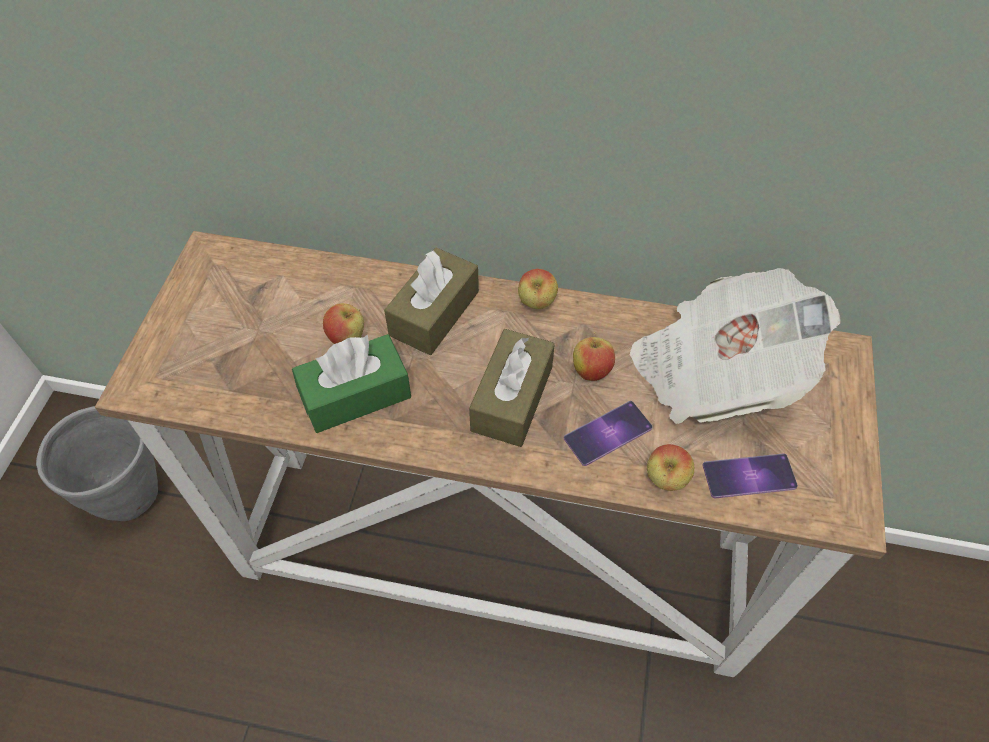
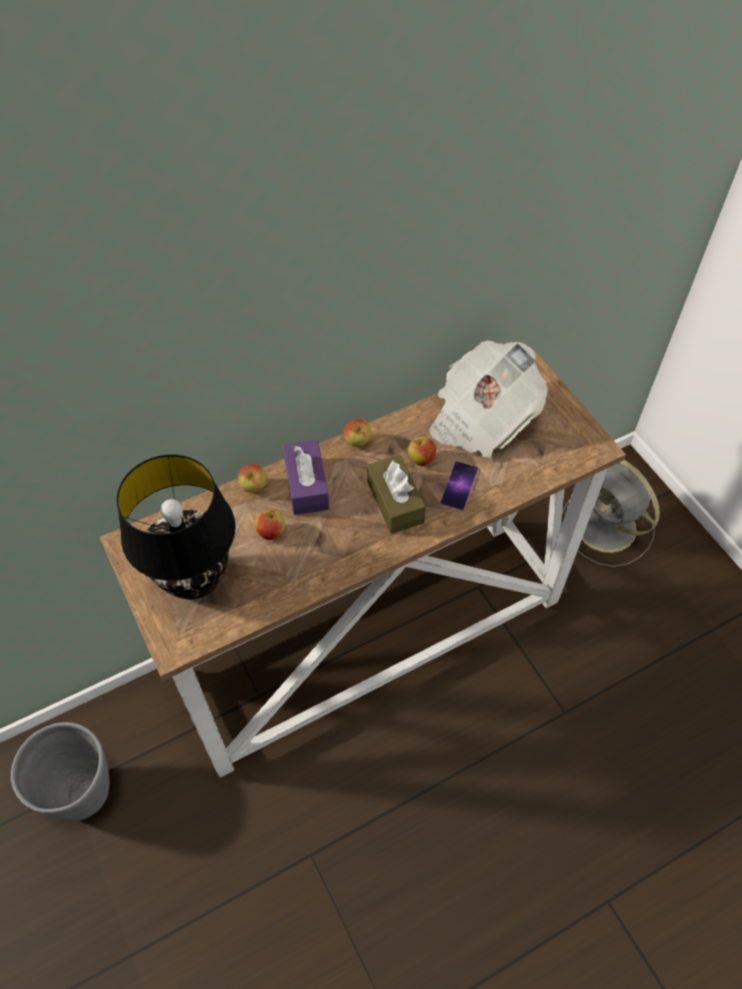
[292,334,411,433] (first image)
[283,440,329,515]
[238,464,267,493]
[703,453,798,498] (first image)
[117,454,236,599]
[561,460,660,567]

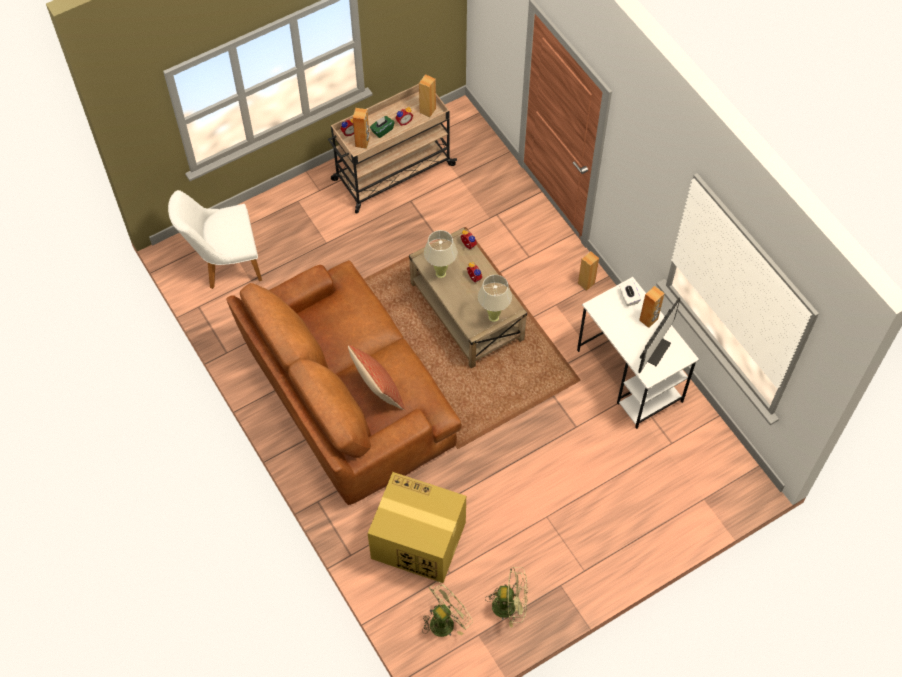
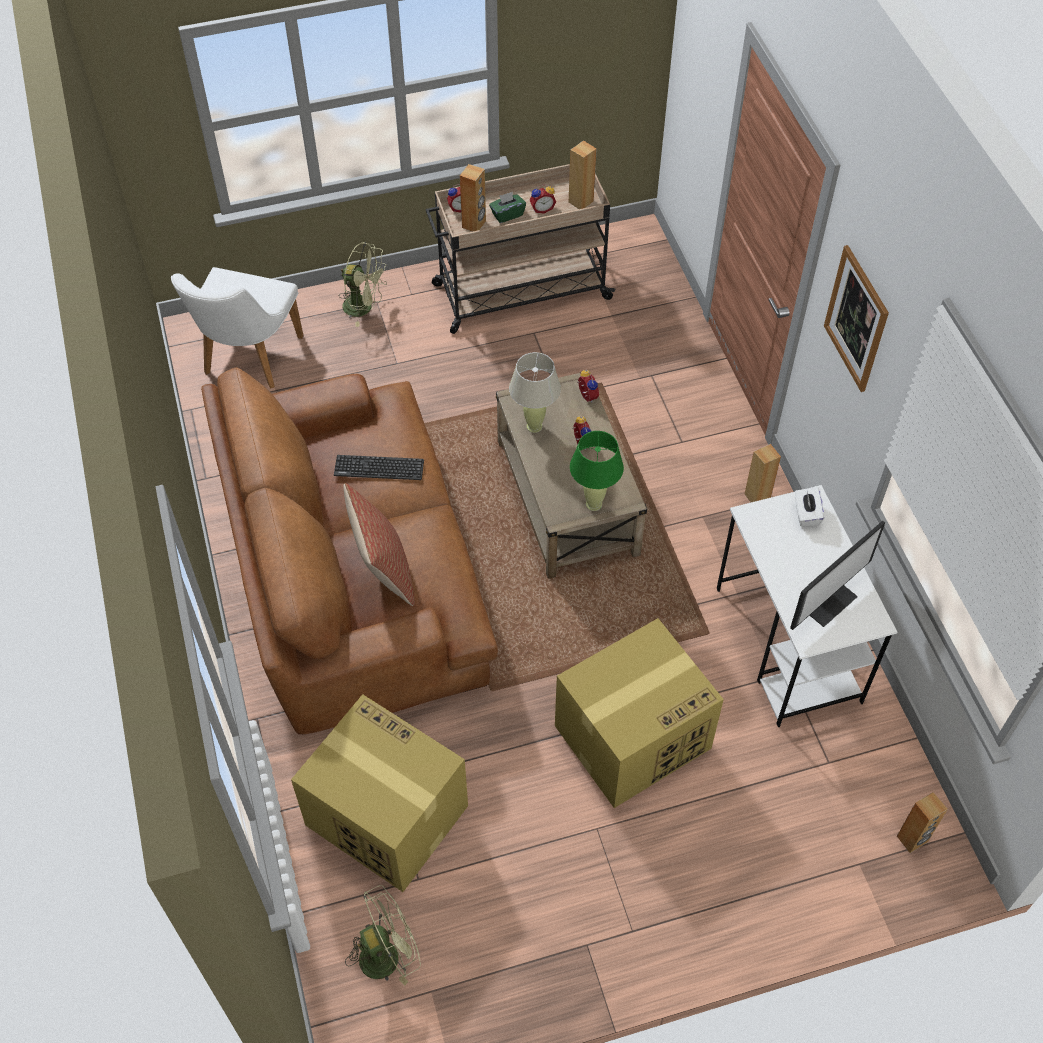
[171,267,304,389]
[570,431,624,511]
[339,242,387,327]
[897,792,948,853]
[334,455,424,480]
[555,618,724,808]
[824,245,889,392]

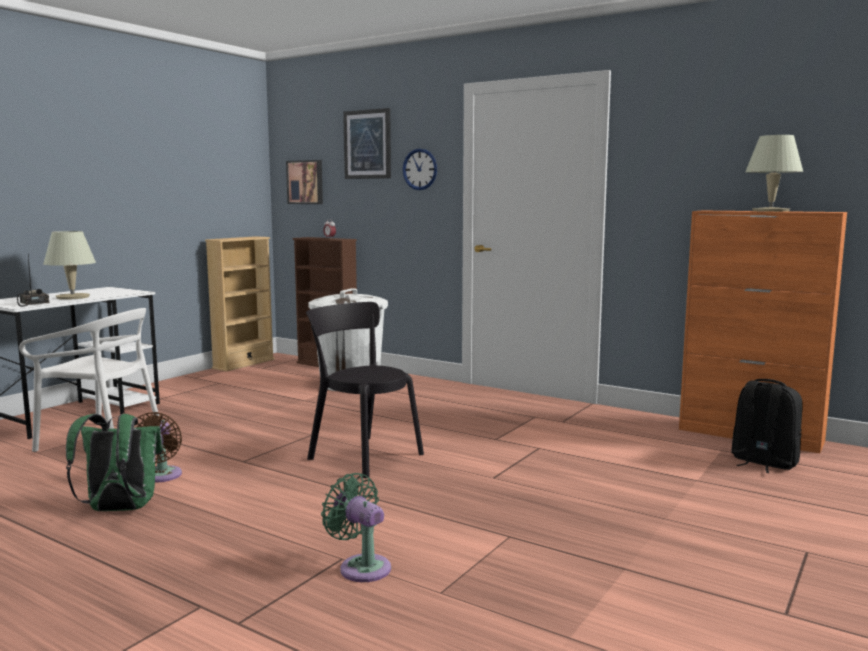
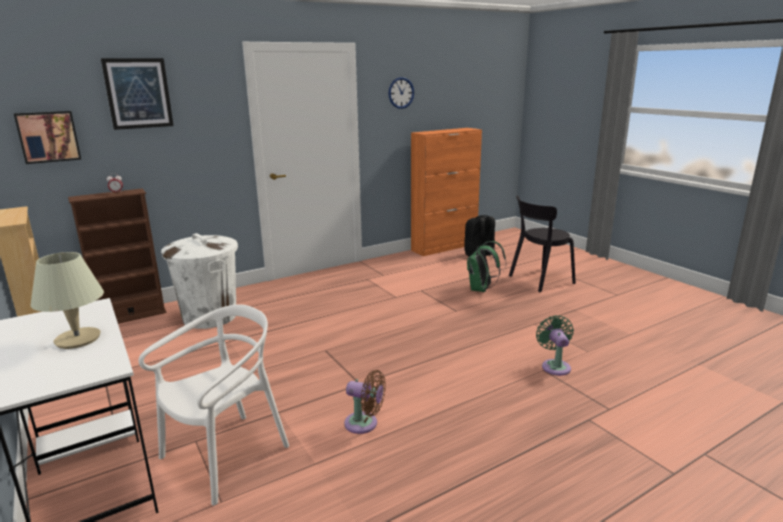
[17,255,49,307] (first image)
[467,241,506,292]
[509,195,576,292]
[536,315,574,376]
[388,77,414,109]
[745,135,803,212] (first image)

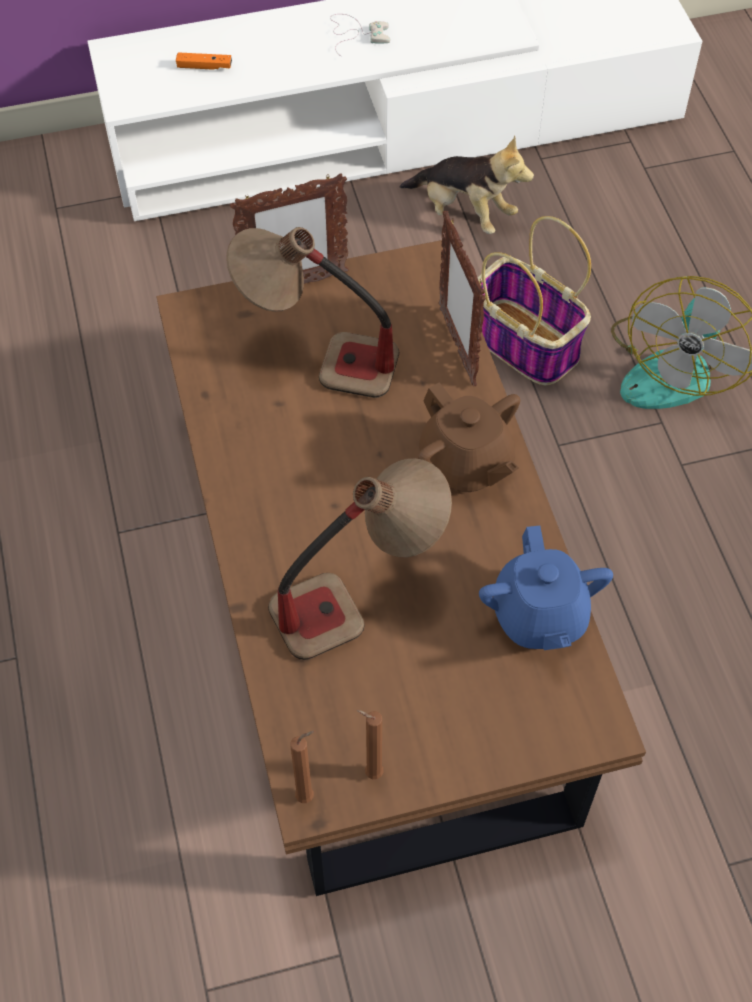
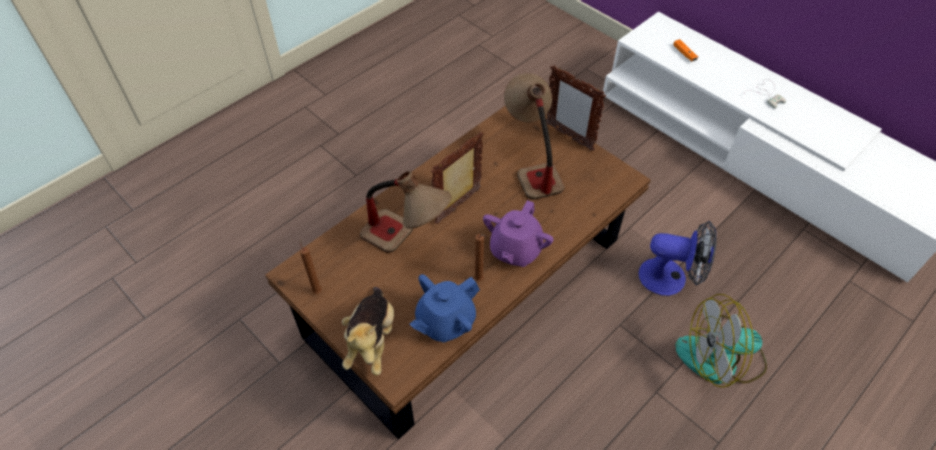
[474,234,487,281]
[342,287,394,376]
[483,200,554,267]
[431,132,483,224]
[639,221,717,296]

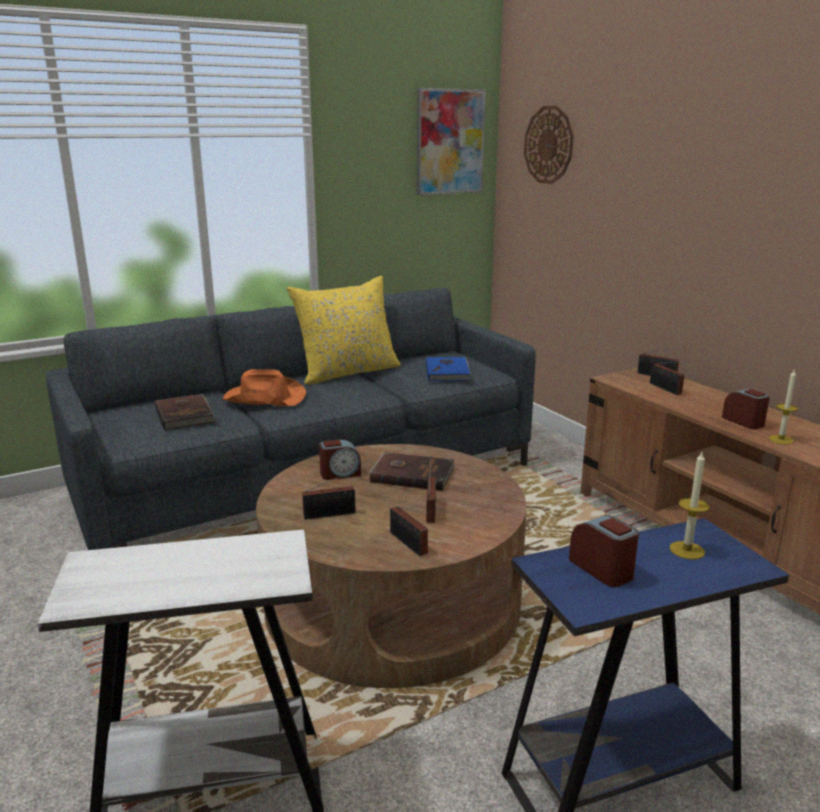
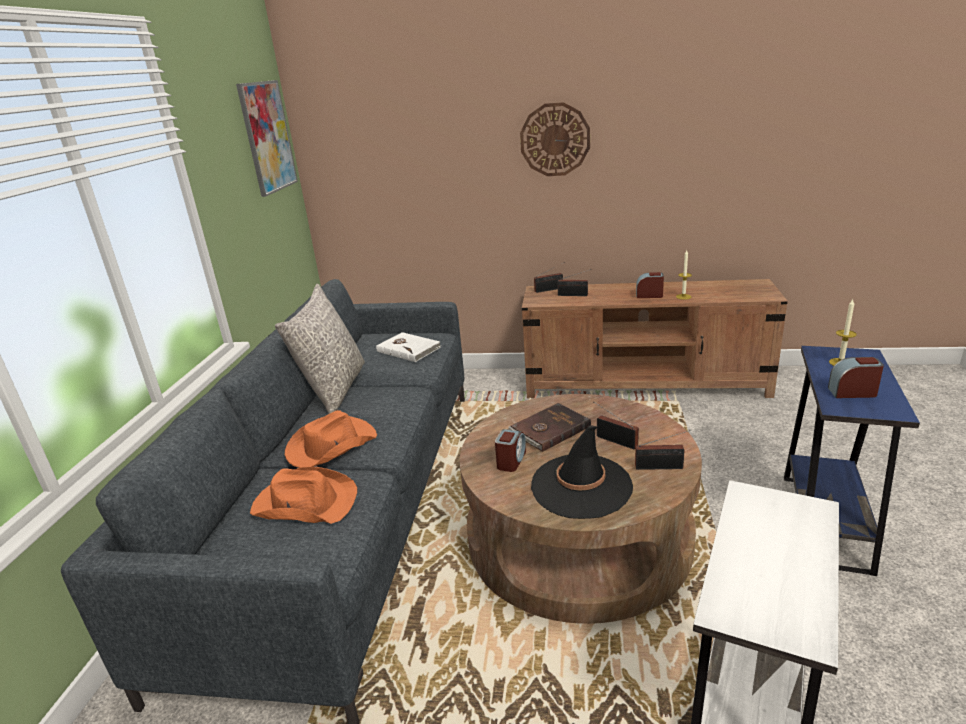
[250,467,357,524]
[275,284,365,414]
[531,425,633,519]
[376,332,441,362]
[520,102,590,176]

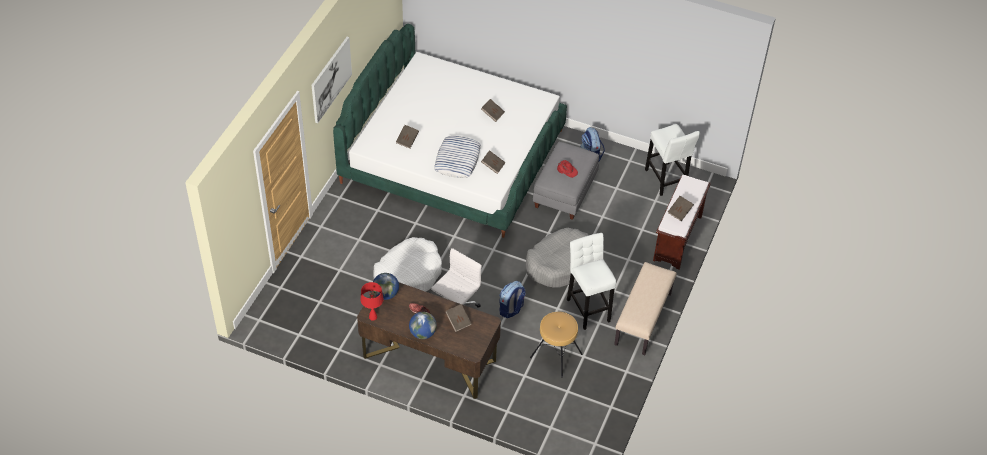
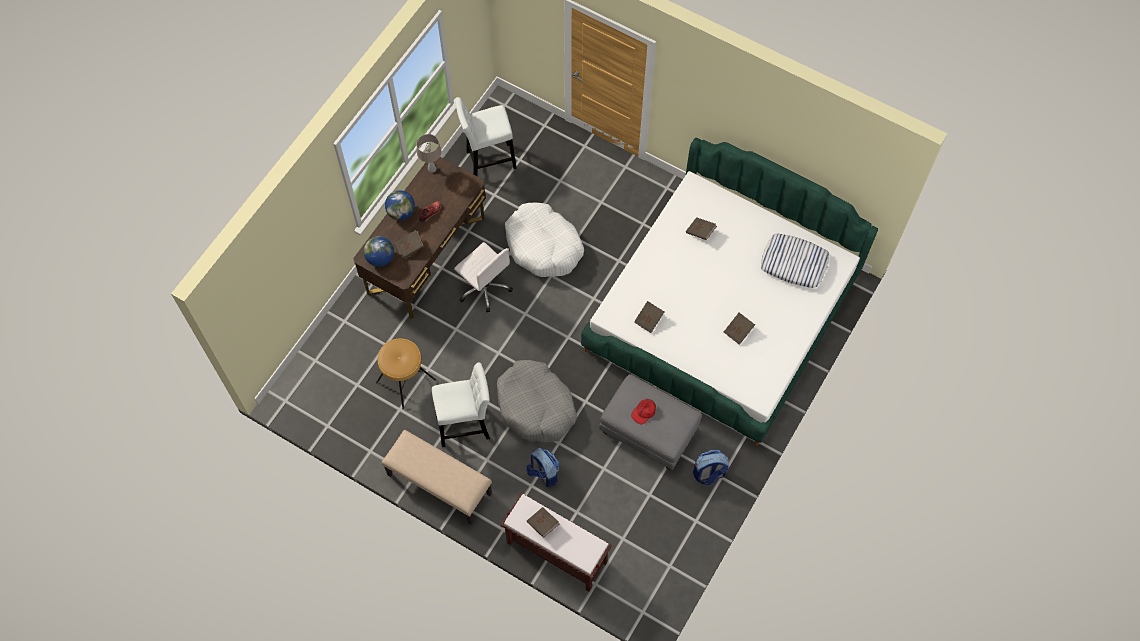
[312,37,352,123] (first image)
[417,134,442,173]
[364,236,394,267]
[761,233,829,288]
[526,448,559,487]
[455,97,517,176]

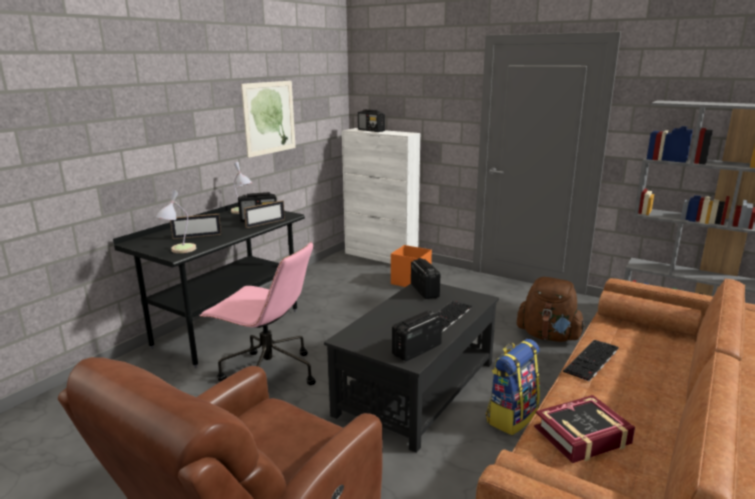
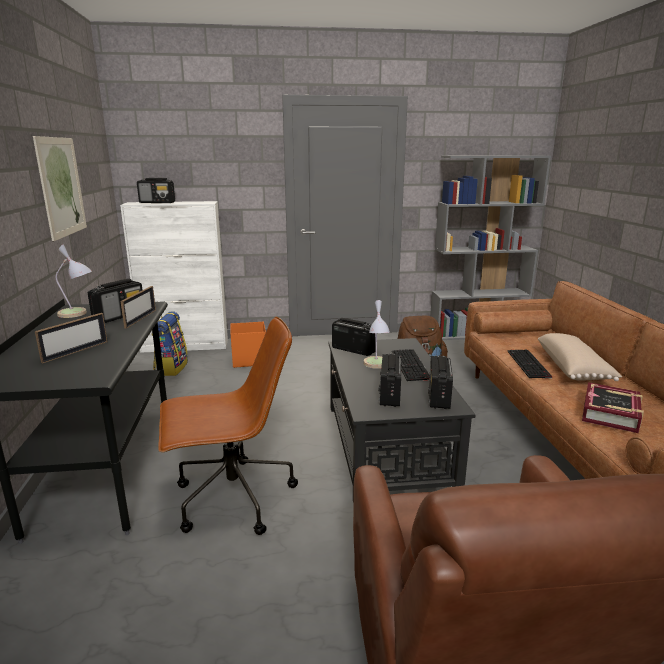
[364,300,390,369]
[158,317,298,535]
[151,311,188,376]
[378,354,401,407]
[538,333,622,381]

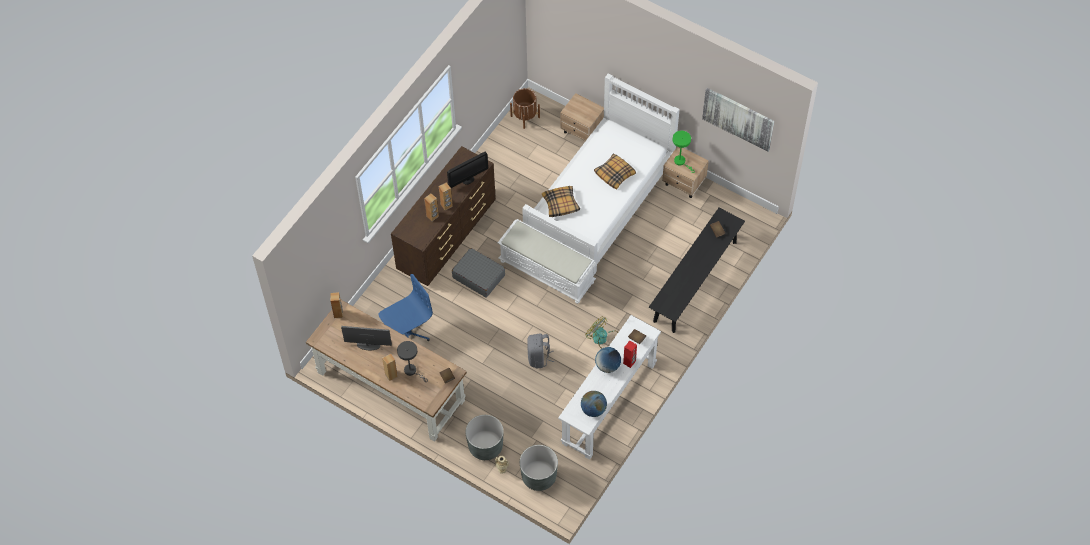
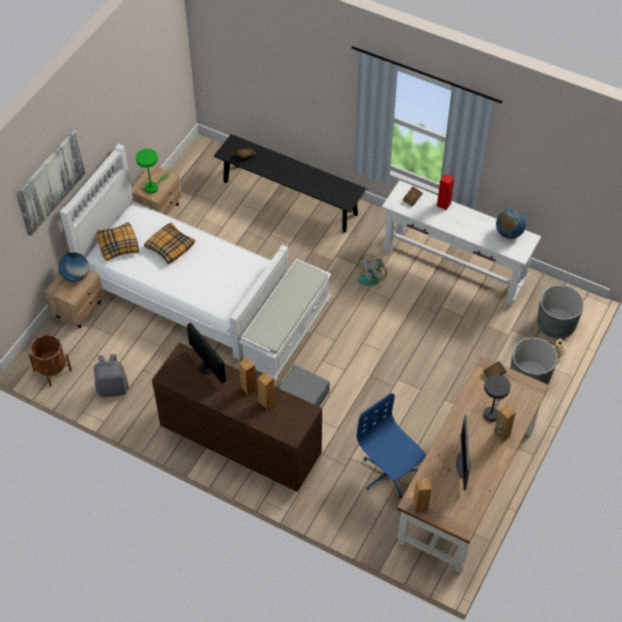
[94,354,129,397]
[97,222,139,261]
[59,252,89,282]
[16,130,85,236]

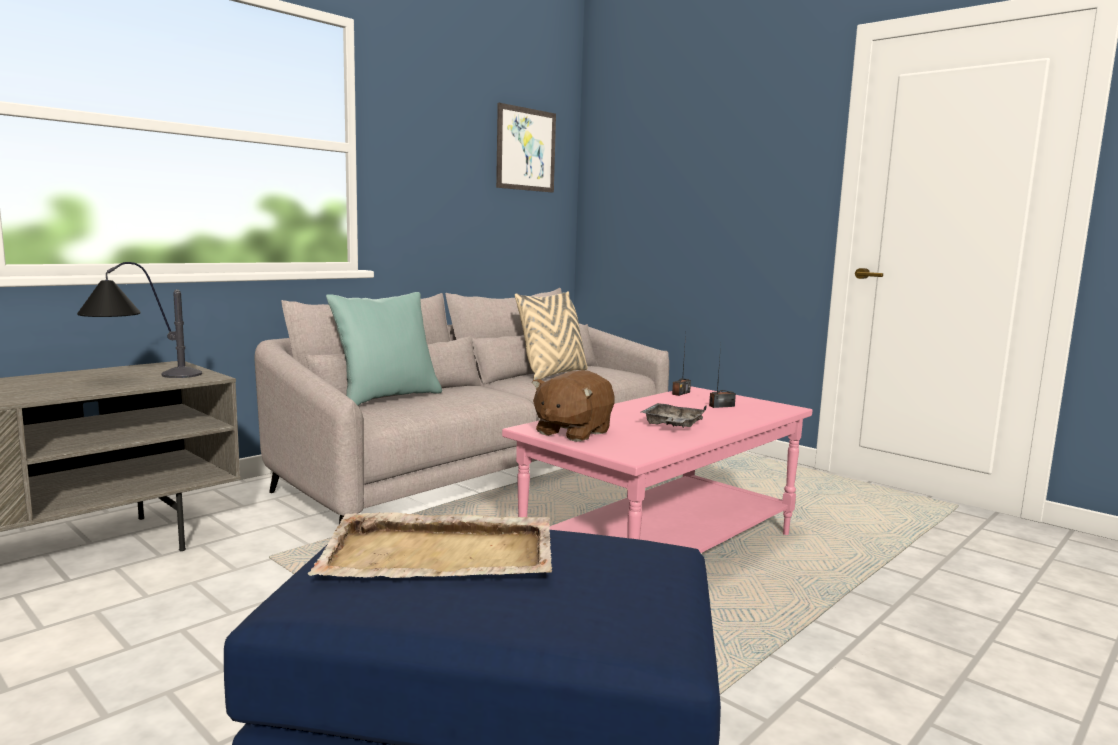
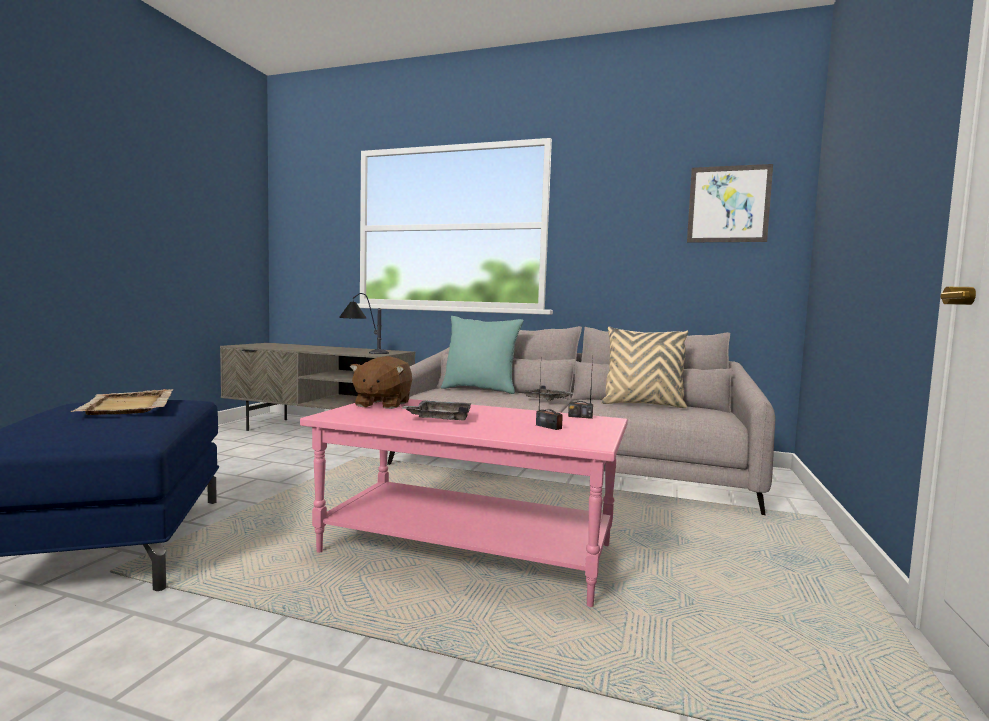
[350,356,412,409]
[526,385,574,401]

